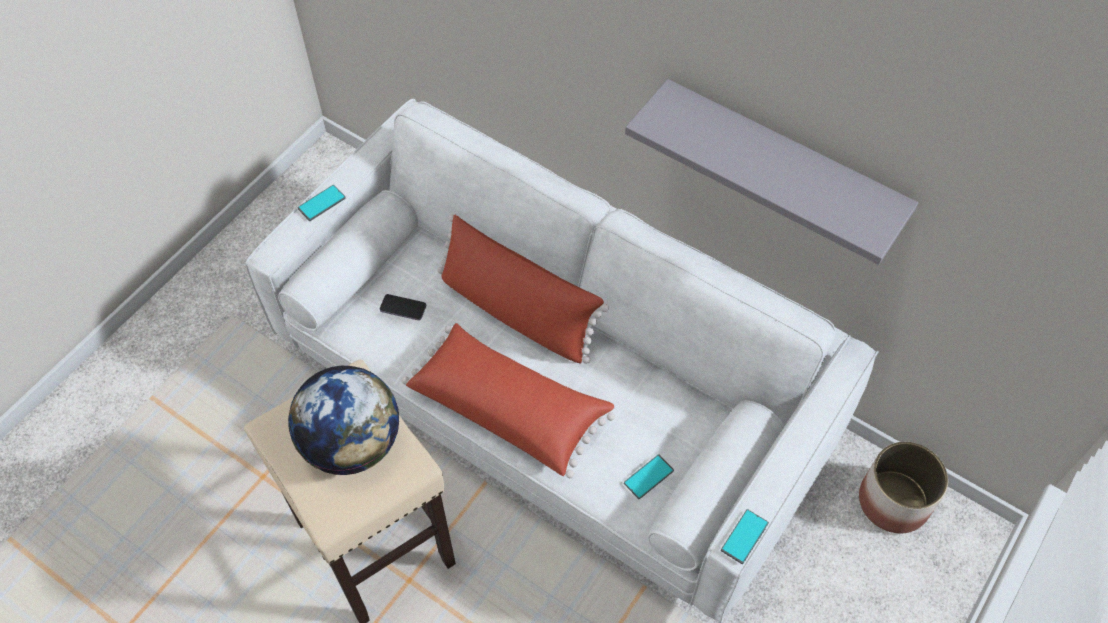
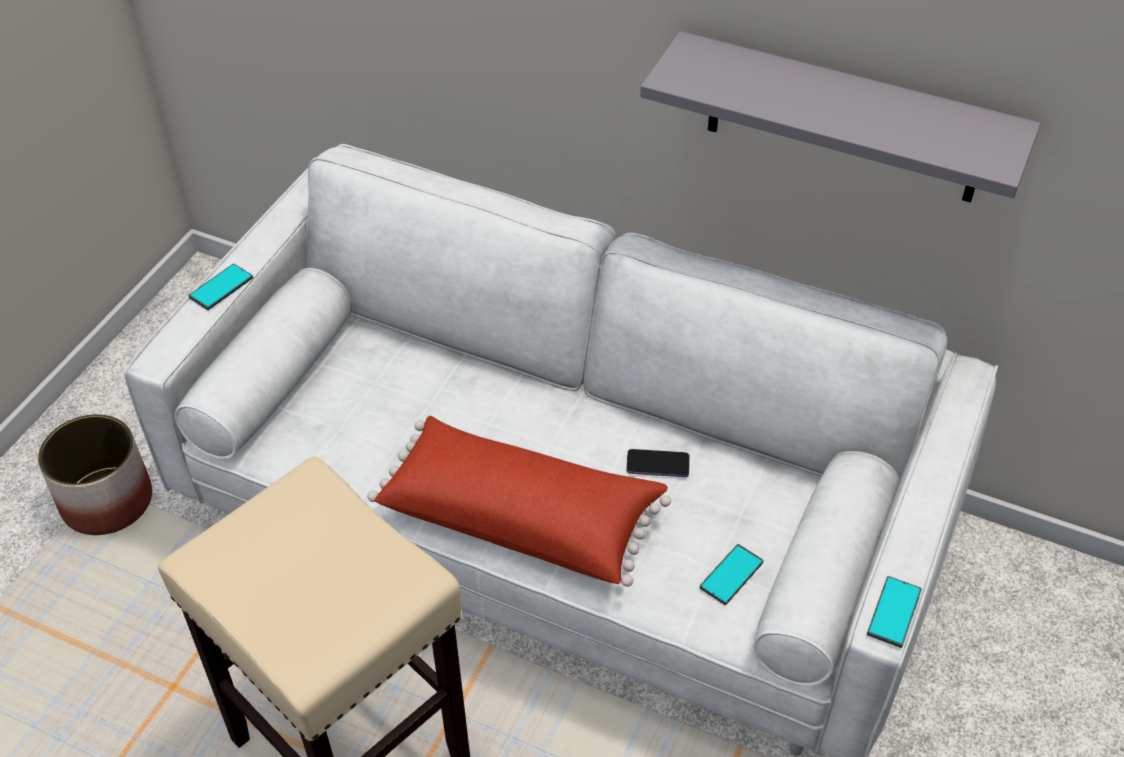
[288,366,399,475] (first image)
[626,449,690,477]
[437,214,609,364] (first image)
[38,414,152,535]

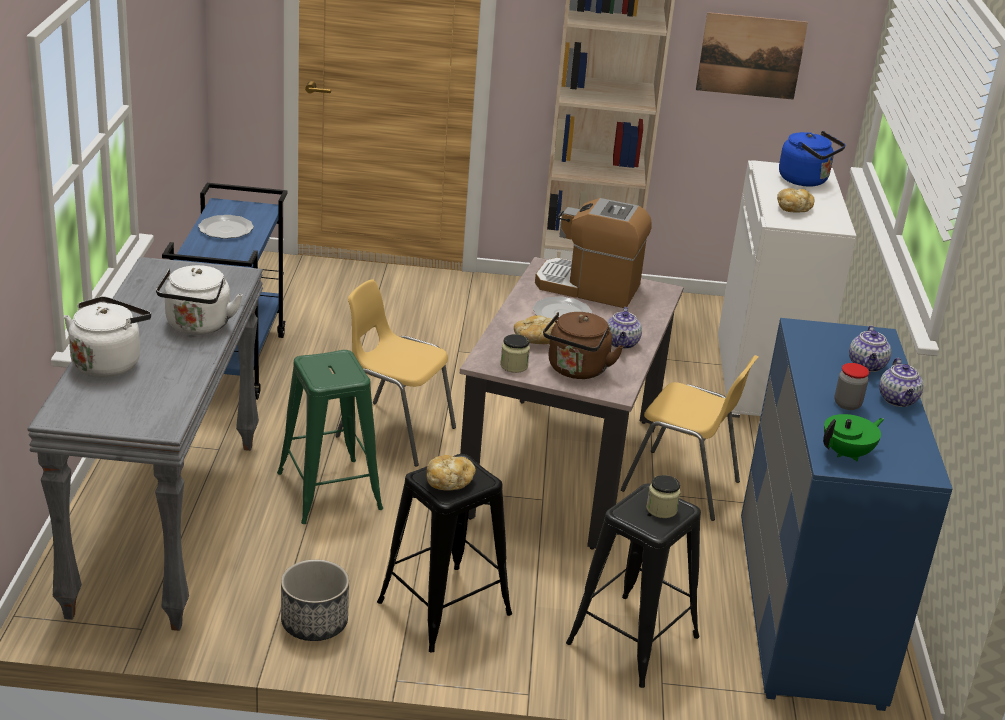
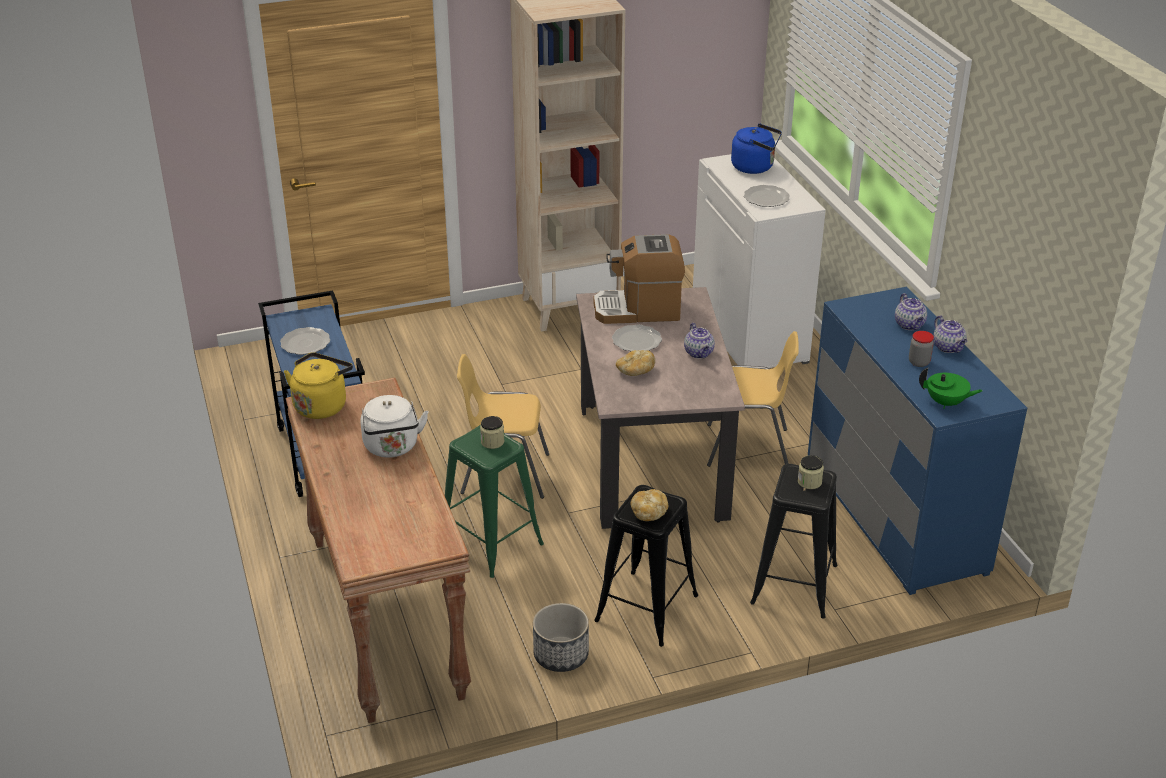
[286,377,471,723]
[64,296,151,378] (first image)
[480,416,504,449]
[543,312,624,379] (first image)
[696,12,808,100] (first image)
[744,185,790,207]
[919,368,983,409]
[284,352,353,419]

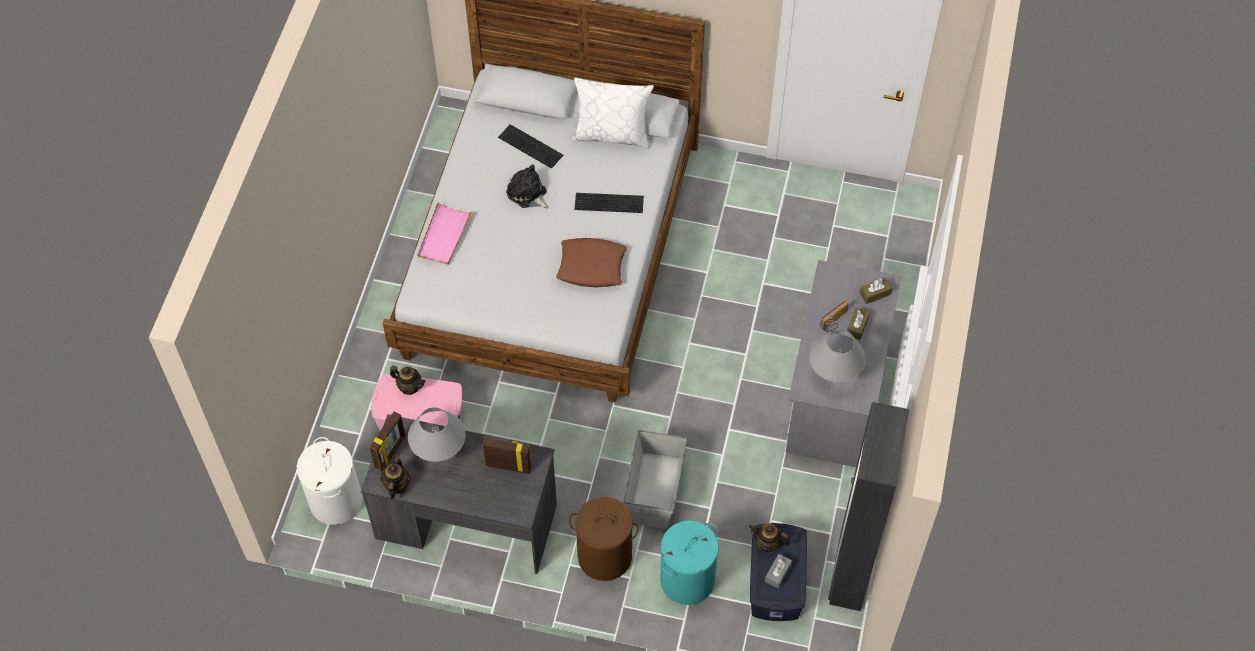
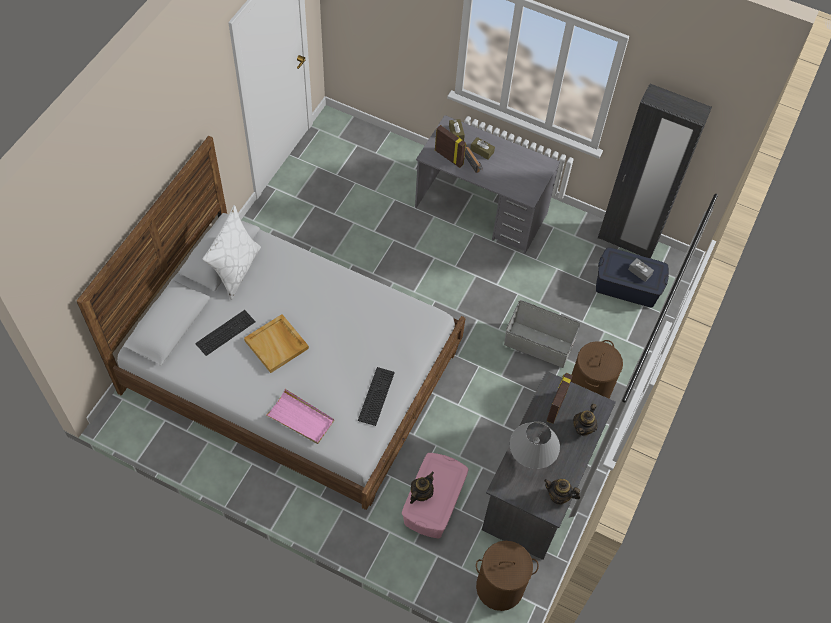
[476,541,539,611]
[435,125,466,168]
[244,314,309,373]
[556,238,627,287] (first image)
[358,367,395,426]
[660,521,719,605] (first image)
[573,404,598,436]
[809,329,866,382] (first image)

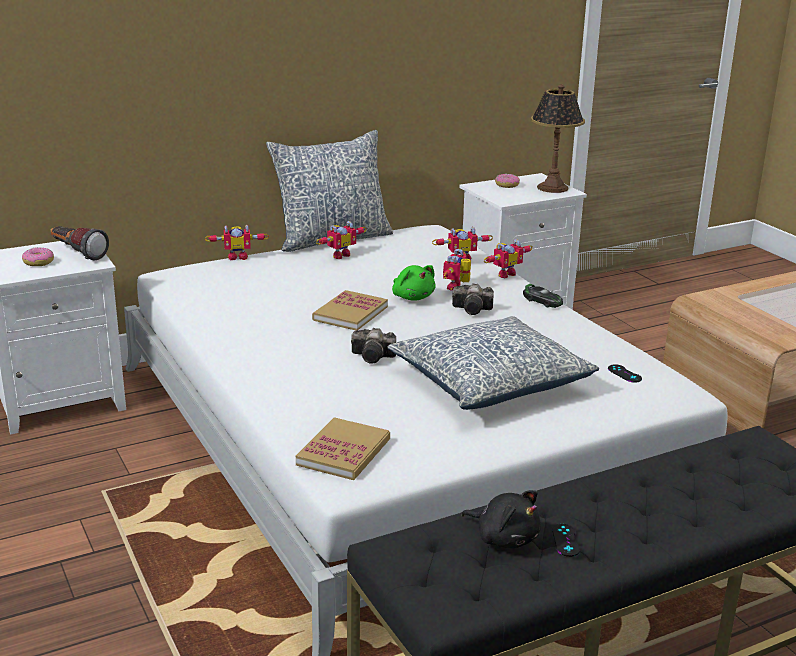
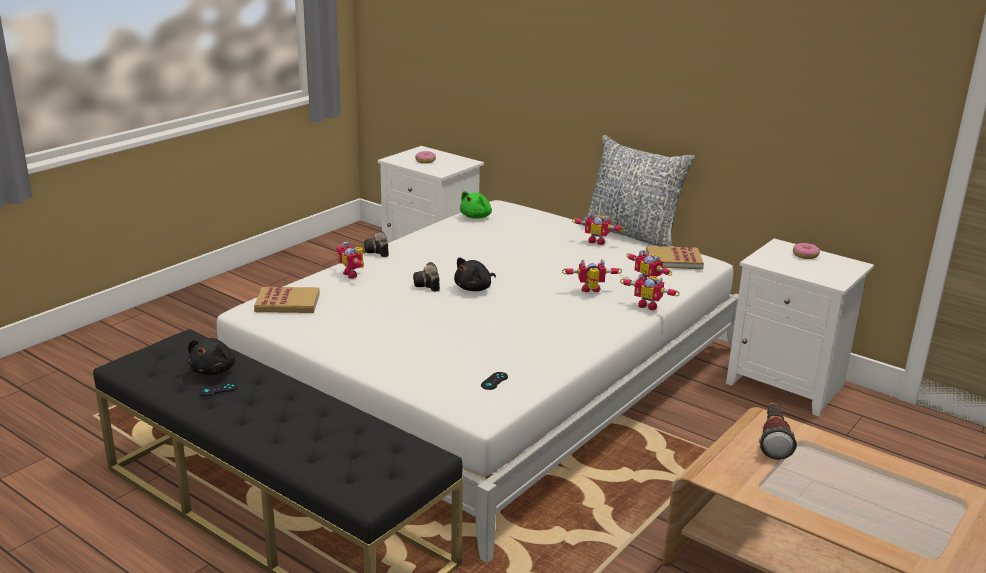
[759,403,797,459]
[336,242,364,279]
[646,246,704,269]
[388,316,599,410] (first image)
[460,191,492,219]
[364,230,389,257]
[523,284,563,308] (first image)
[531,84,585,193] (first image)
[454,257,496,291]

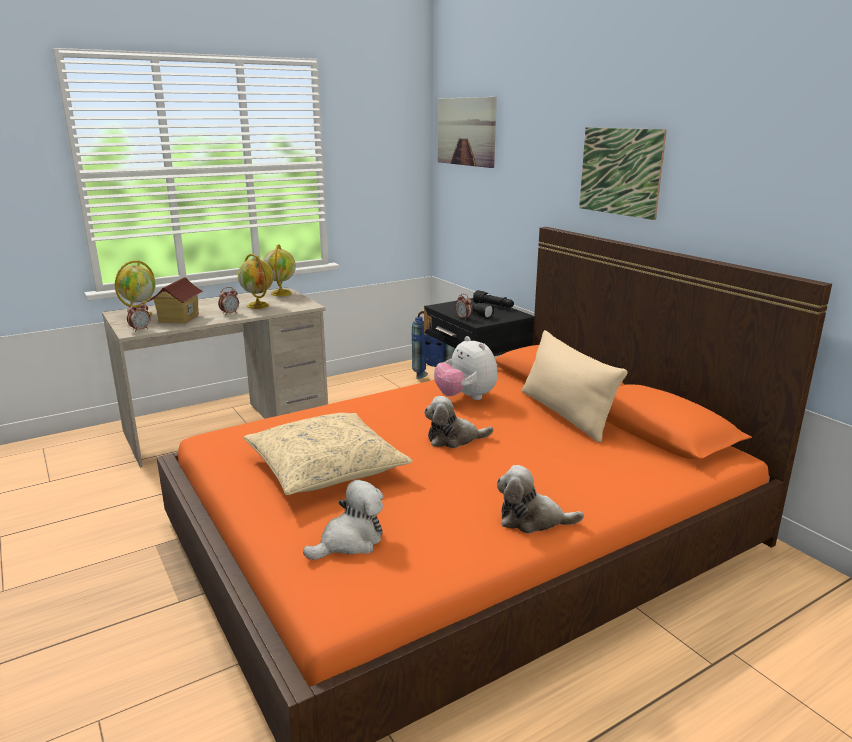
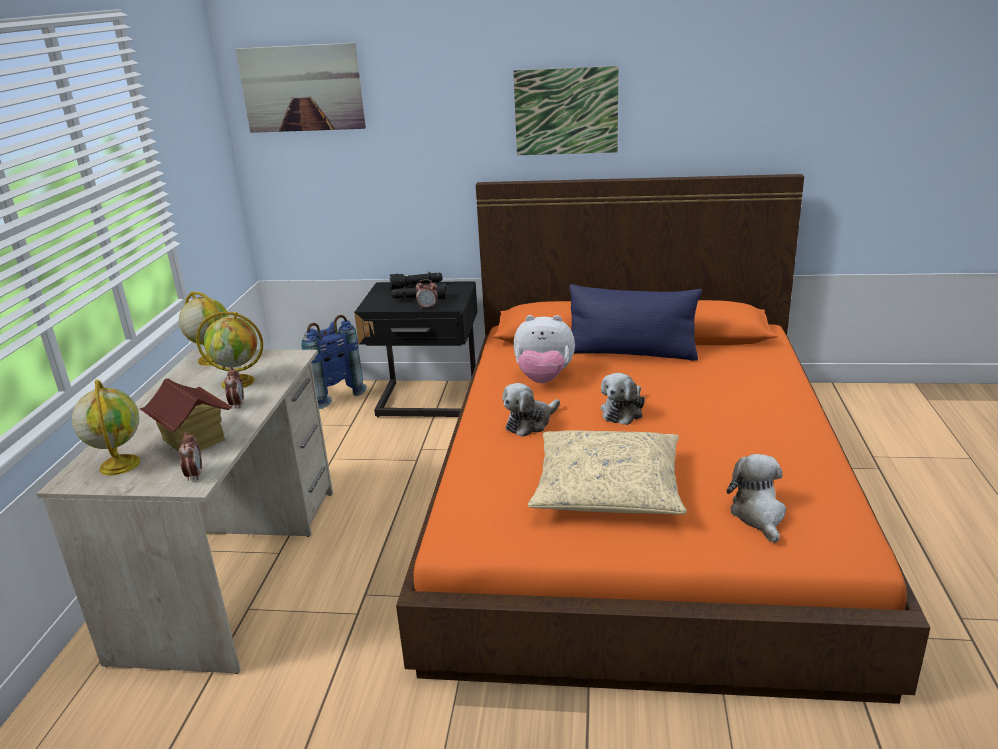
[502,383,560,437]
[569,284,702,361]

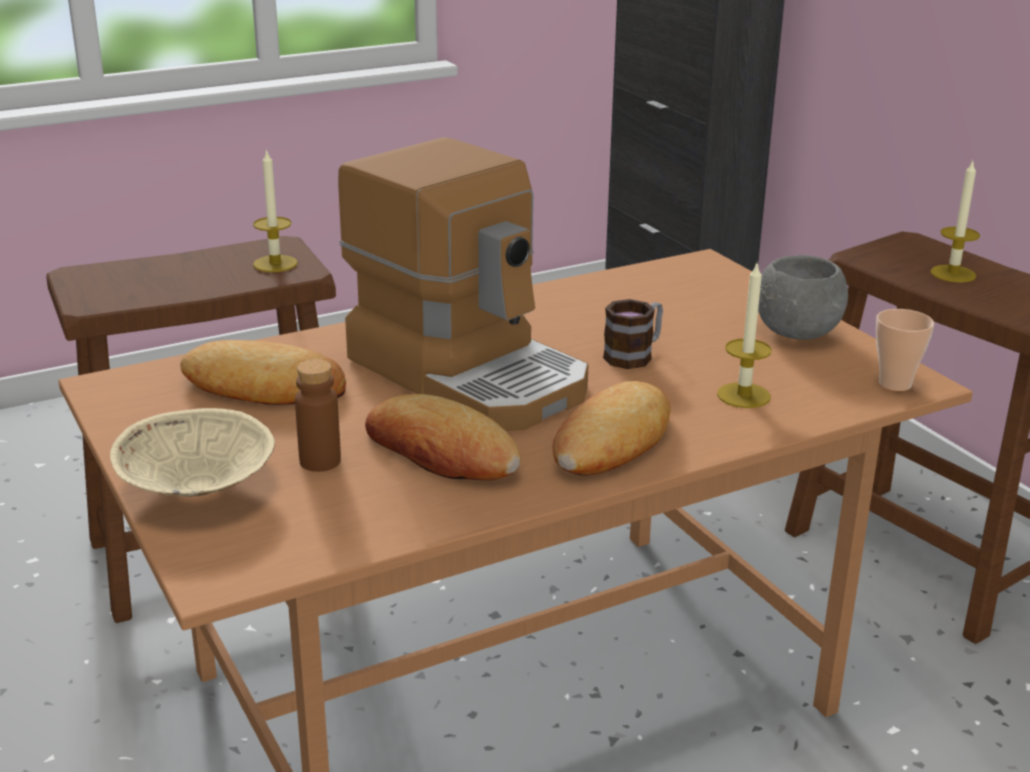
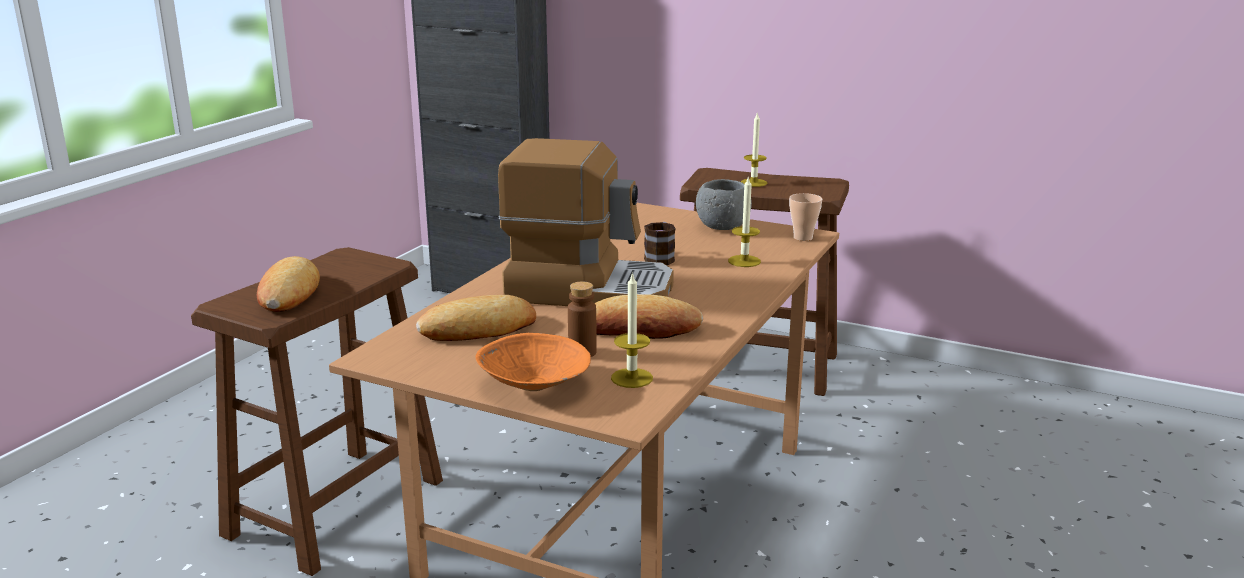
[475,333,591,391]
[611,272,653,388]
[257,256,320,312]

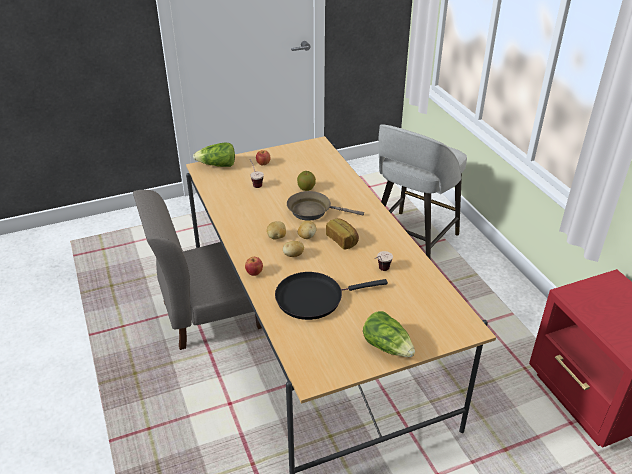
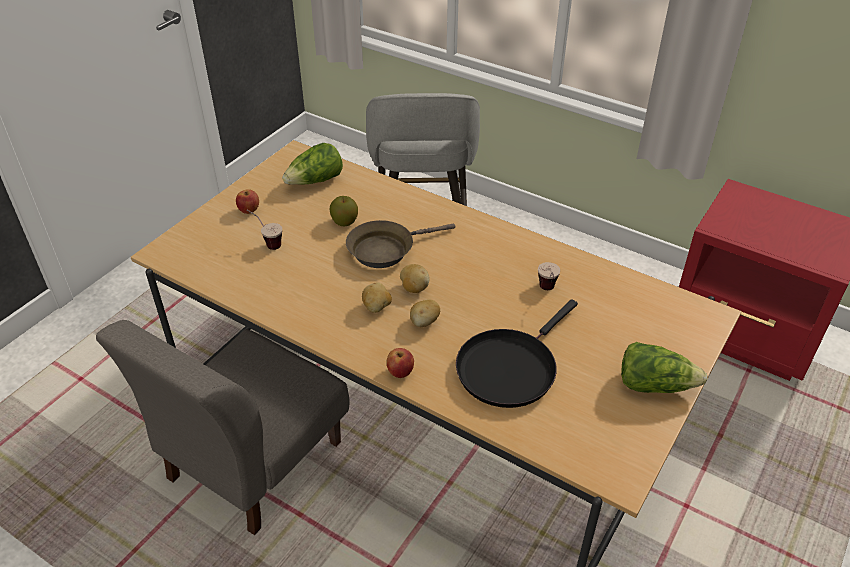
[282,143,343,185]
[326,218,359,249] (first image)

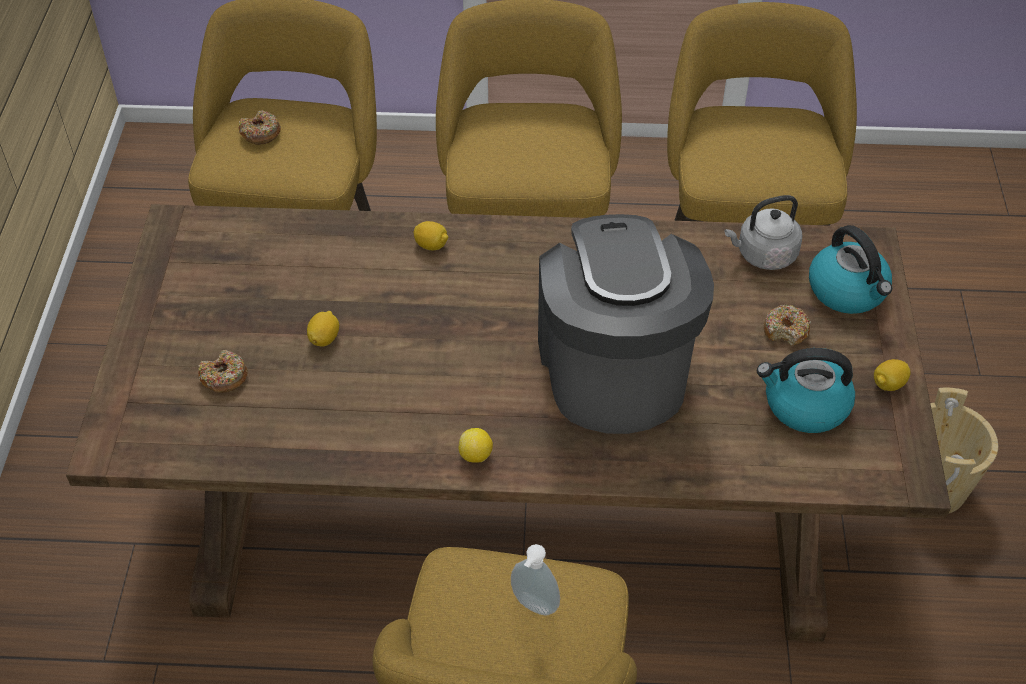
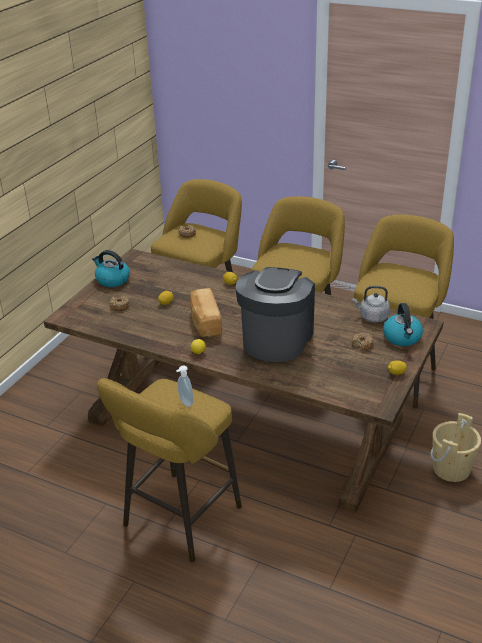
[92,250,130,287]
[190,288,222,337]

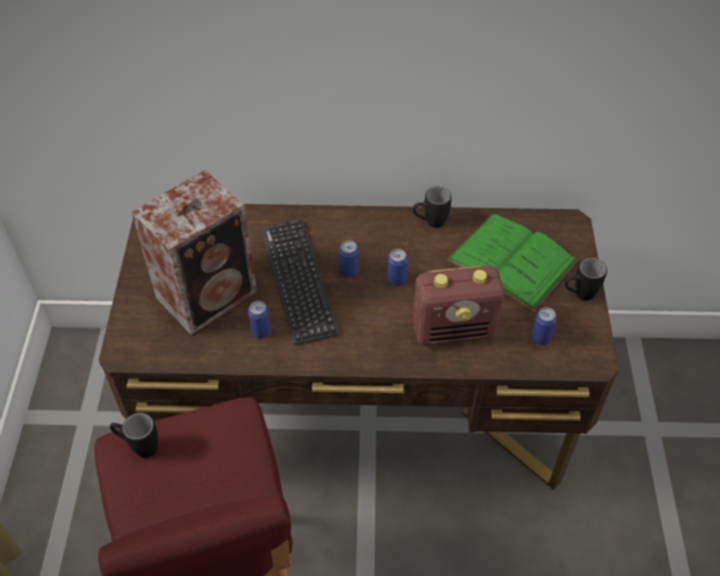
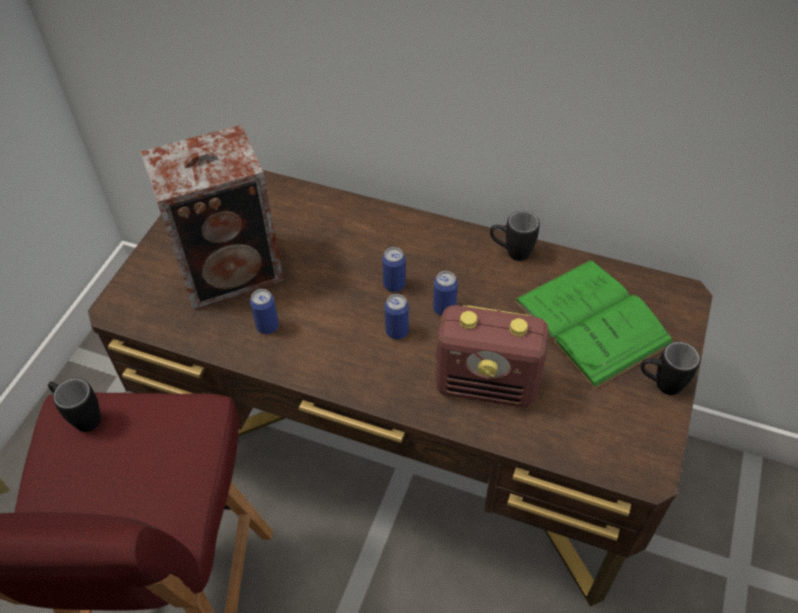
[261,219,340,345] (first image)
[385,294,409,339]

